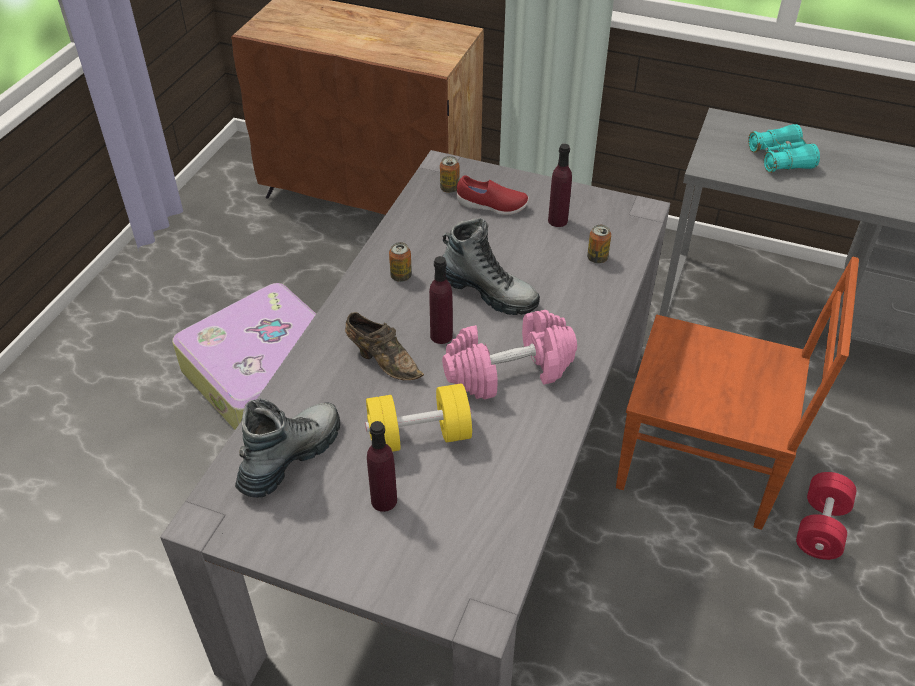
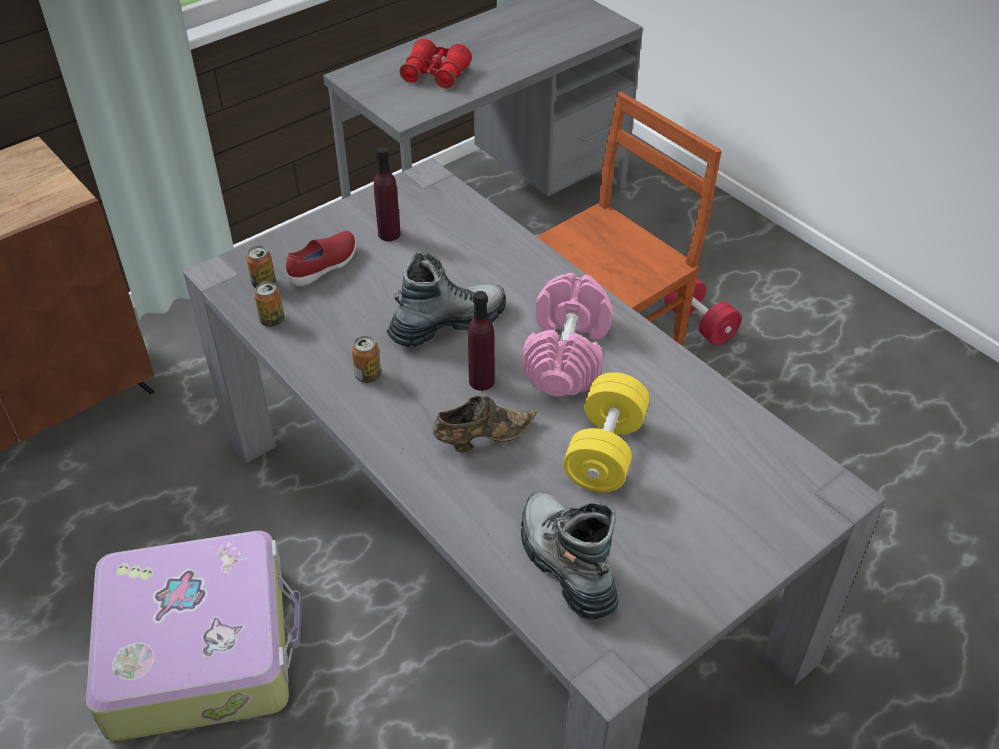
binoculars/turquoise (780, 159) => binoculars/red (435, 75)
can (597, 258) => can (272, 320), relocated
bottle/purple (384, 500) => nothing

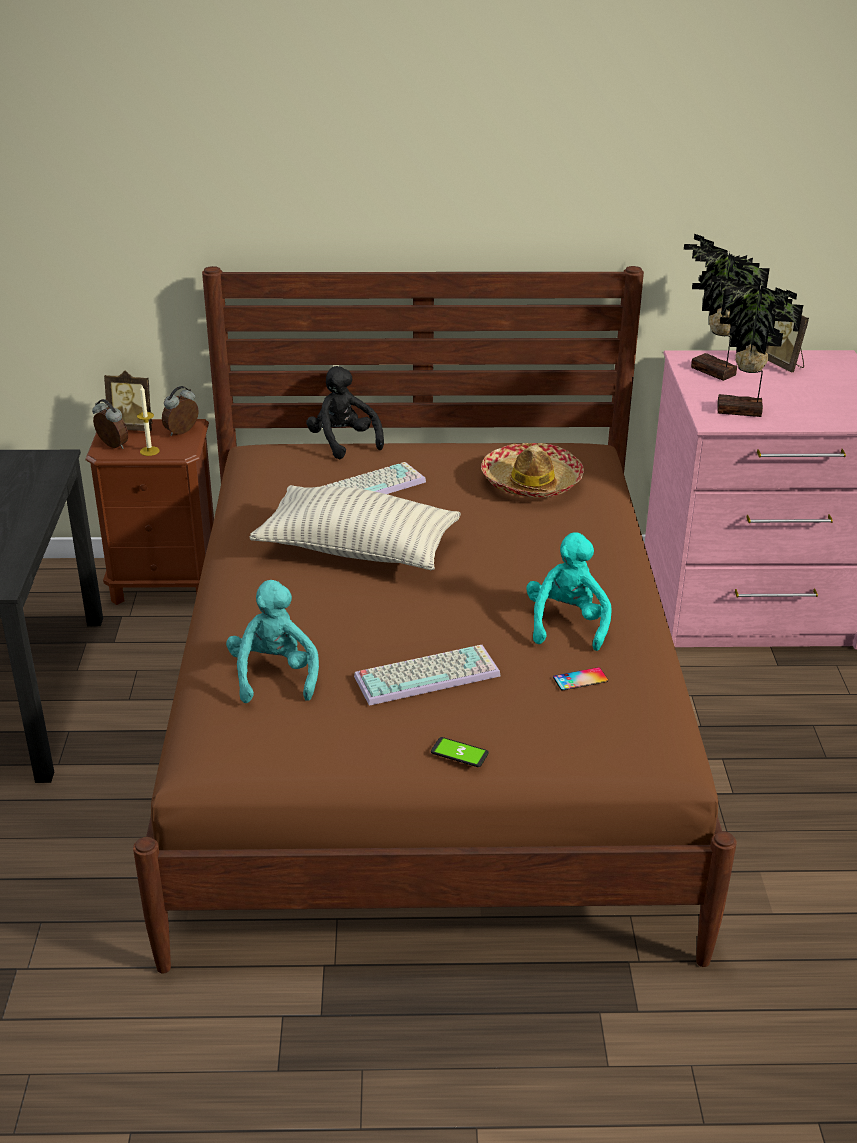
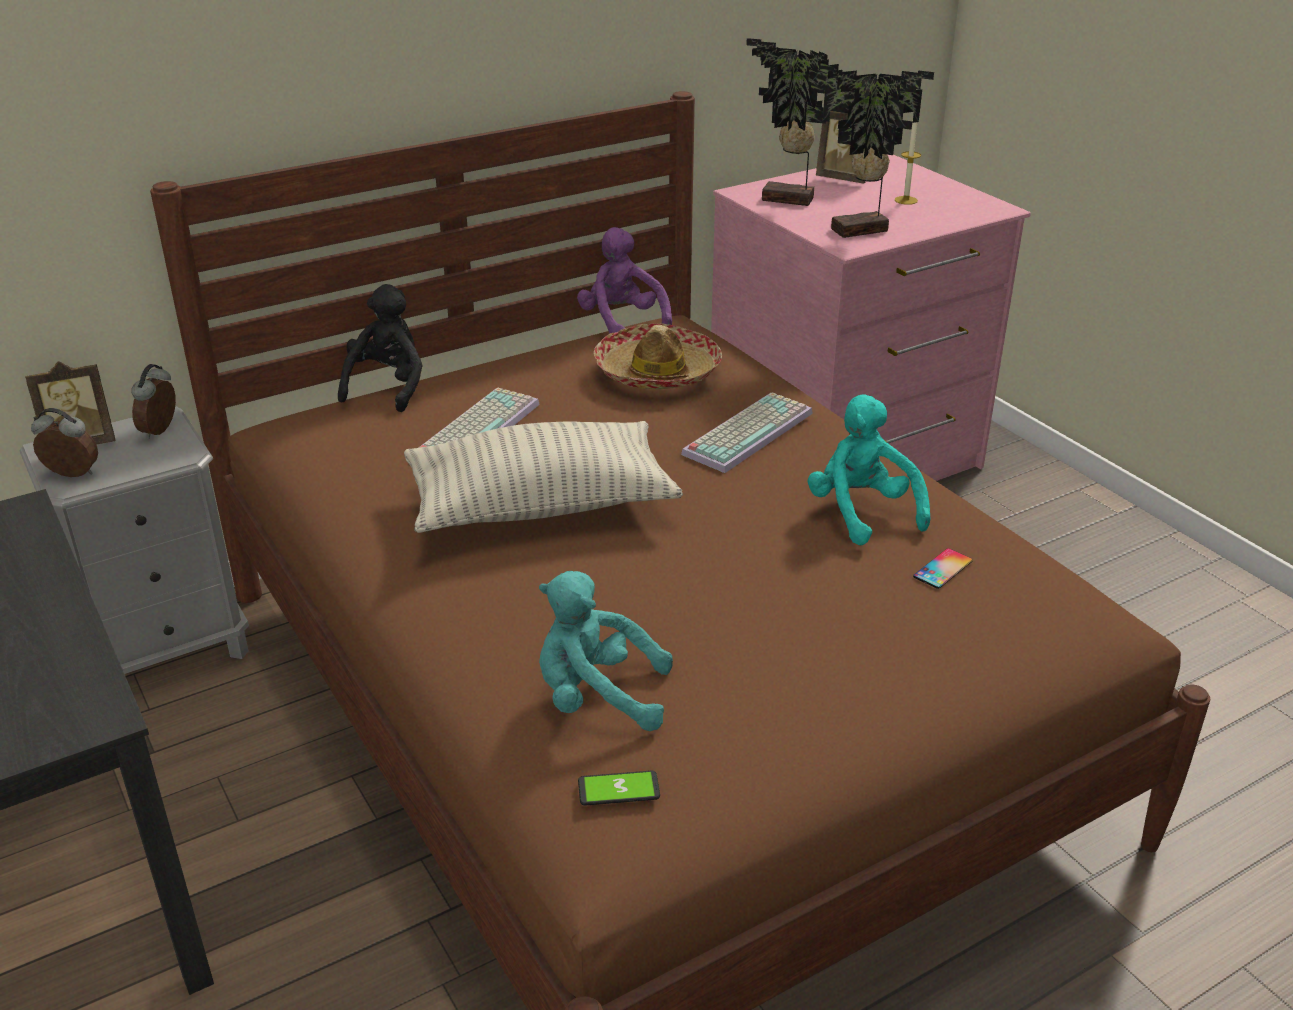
plush toy/black (343, 442) => plush toy/black (388, 387), 75 degrees clockwise
candle (149, 451) => candle (906, 200), relocated
nightstand/brown (165, 583) => nightstand/grey (167, 649)
plush toy/turquoise (274, 675) => plush toy/turquoise (597, 697), 45 degrees counterclockwise
keyboard (428, 674) => keyboard (747, 432), relocated
phone (459, 753) => phone (618, 789), relocated
nothing => plush toy/purple (622, 322)

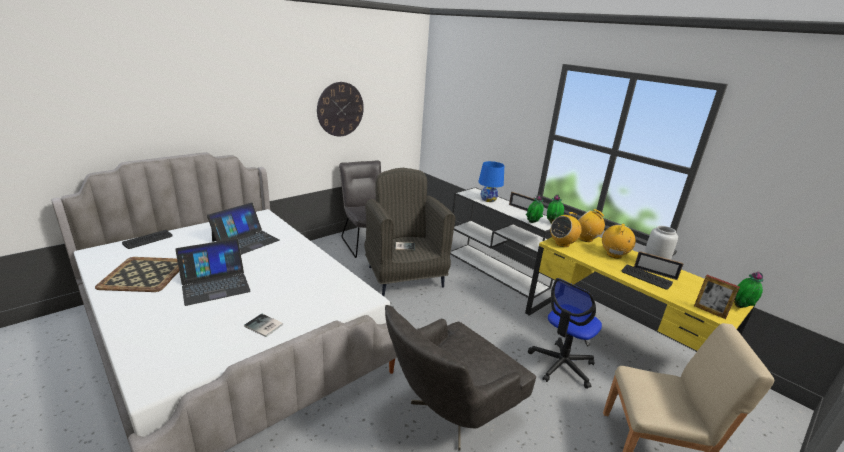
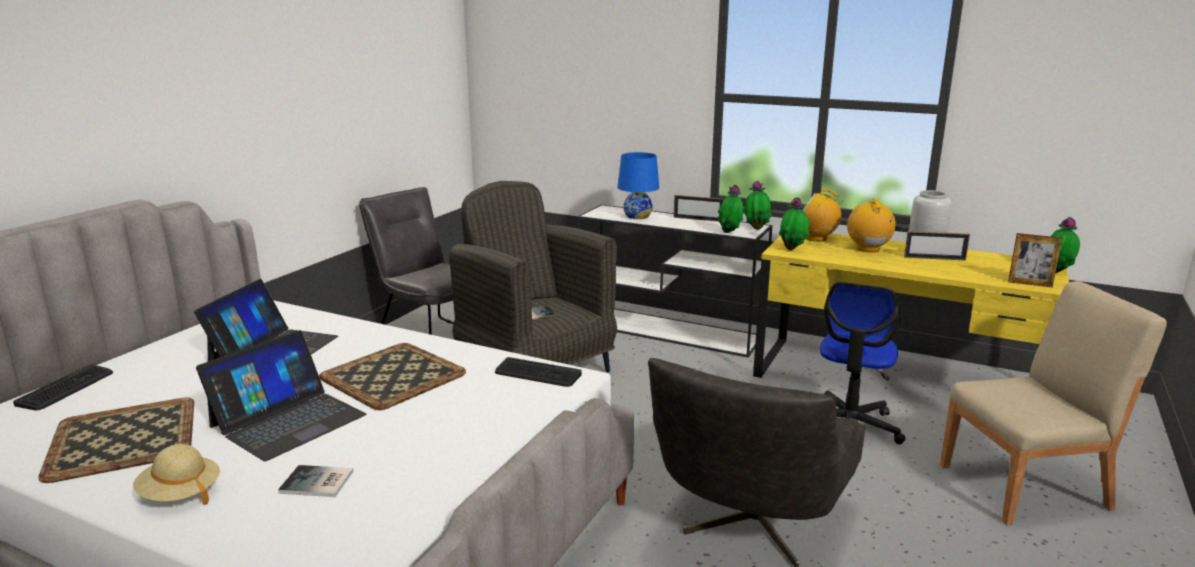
wall clock (340, 109) => nothing
radio (562, 243) => potted plant (792, 249)
keyboard (646, 277) => keyboard (537, 373), relocated
book (263, 326) => book (317, 483), relocated
nothing => tray (394, 376)
nothing => hat/beige (180, 494)

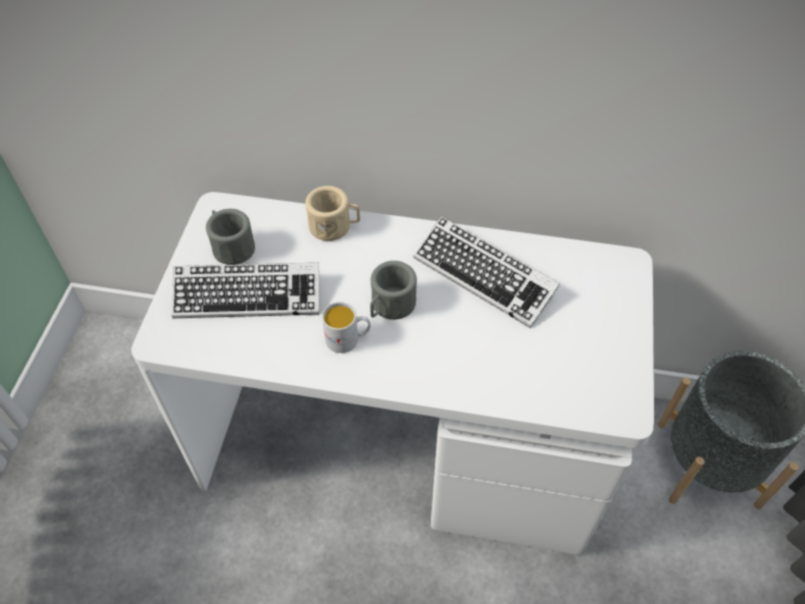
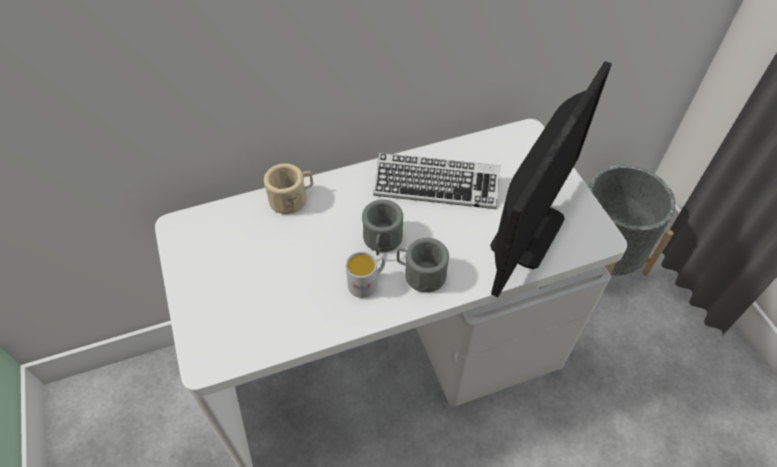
mug/grey (231, 246) => mug/grey (420, 274), relocated
keyboard (248, 296) => nothing
nothing => monitor (527, 232)

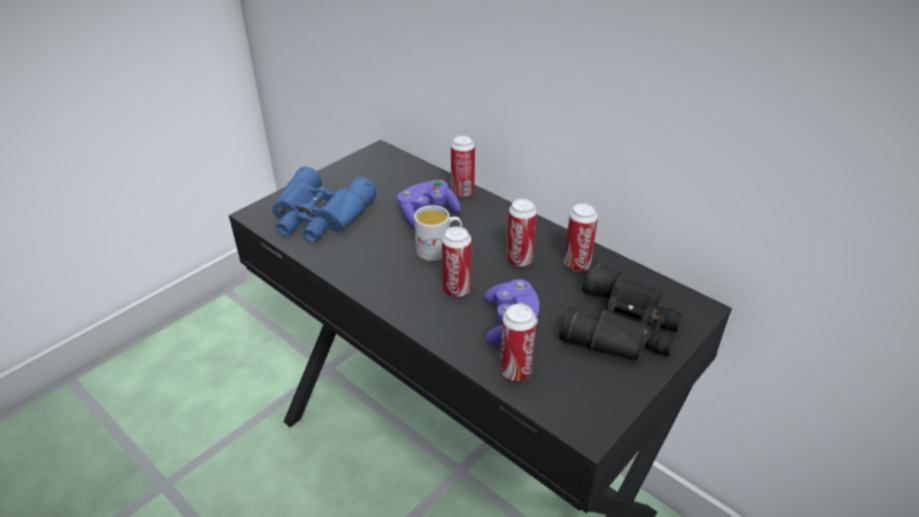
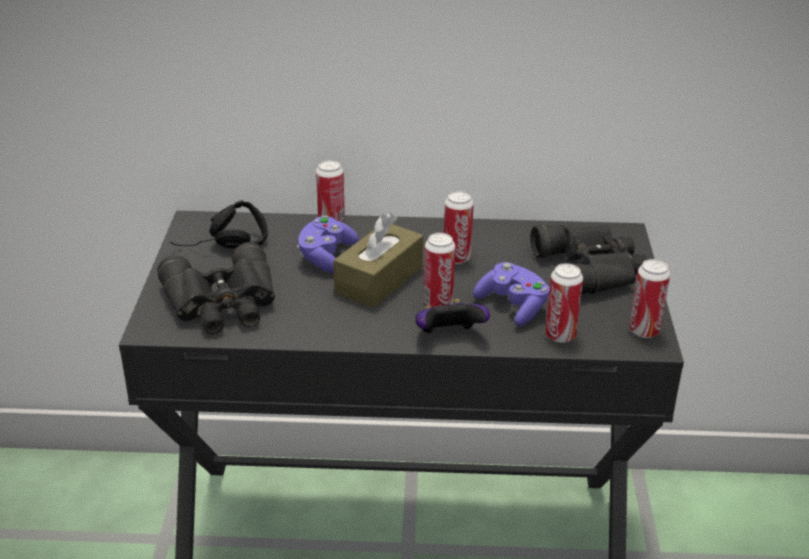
binoculars/blue (319, 217) => binoculars/black (223, 303)
can (576, 265) => can (644, 331), relocated
mug/white (439, 250) => tissue box/brown (379, 280)
nothing => headphones/black (223, 248)
nothing => game controller (449, 336)

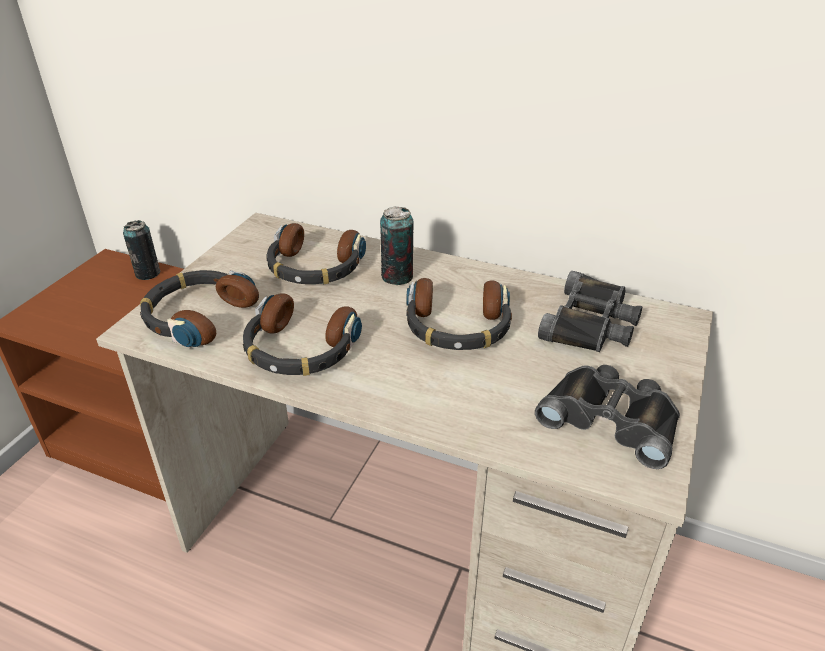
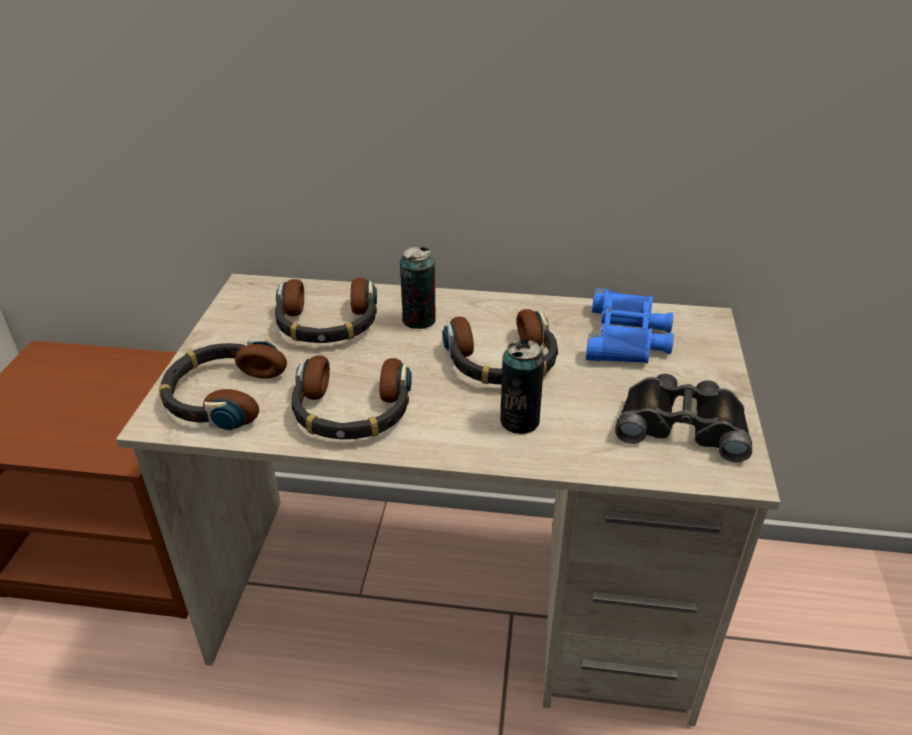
can (147, 273) => can (519, 421), relocated
binoculars/black (591, 323) => binoculars/blue (627, 337)

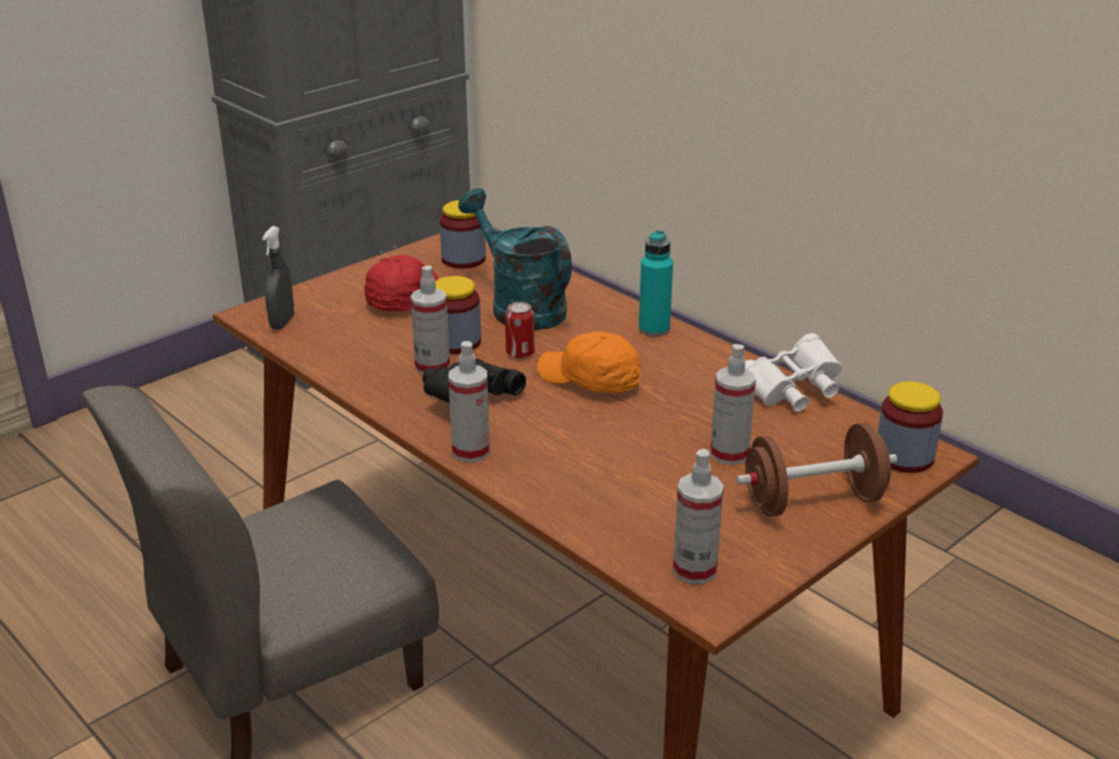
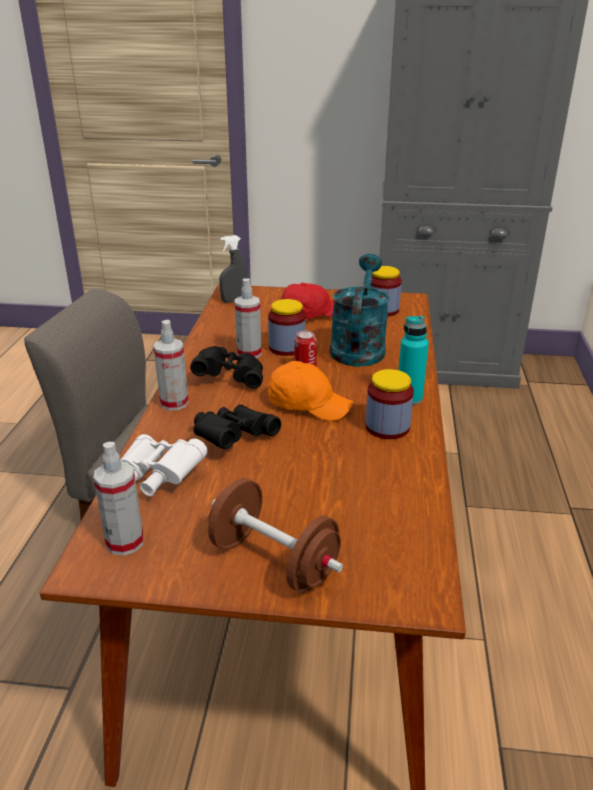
cap/orange (590, 380) => cap/orange (308, 404), 120 degrees clockwise
binoculars/white (792, 392) => binoculars/white (156, 478), relocated
spray bottle (729, 454) => nothing
jar (904, 457) => jar (387, 427), relocated
nothing => binoculars/black (233, 438)

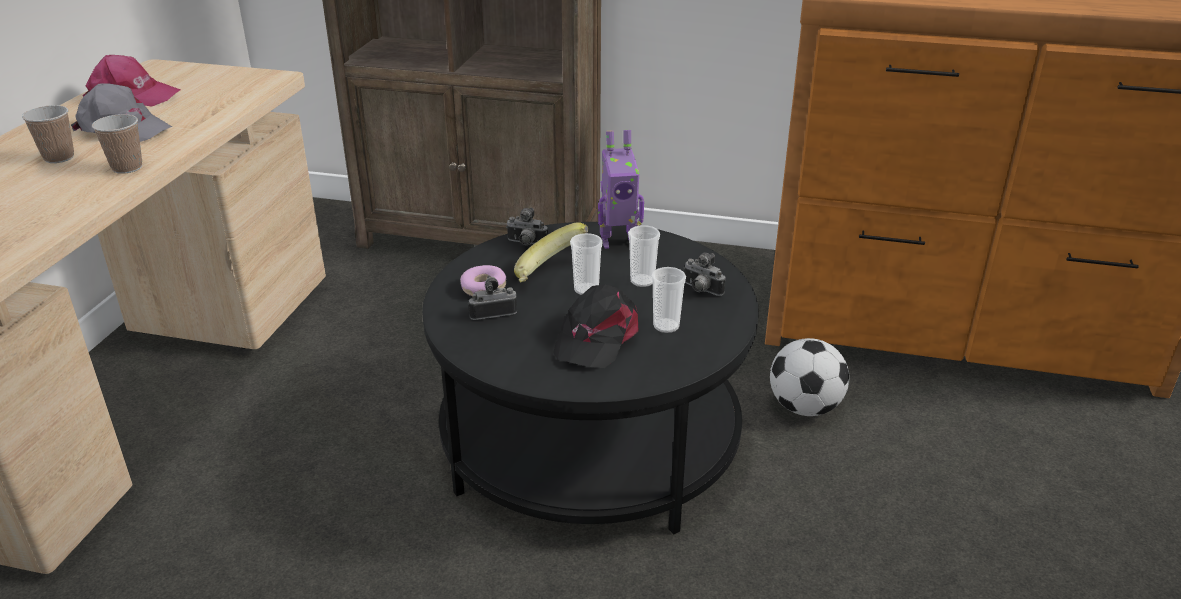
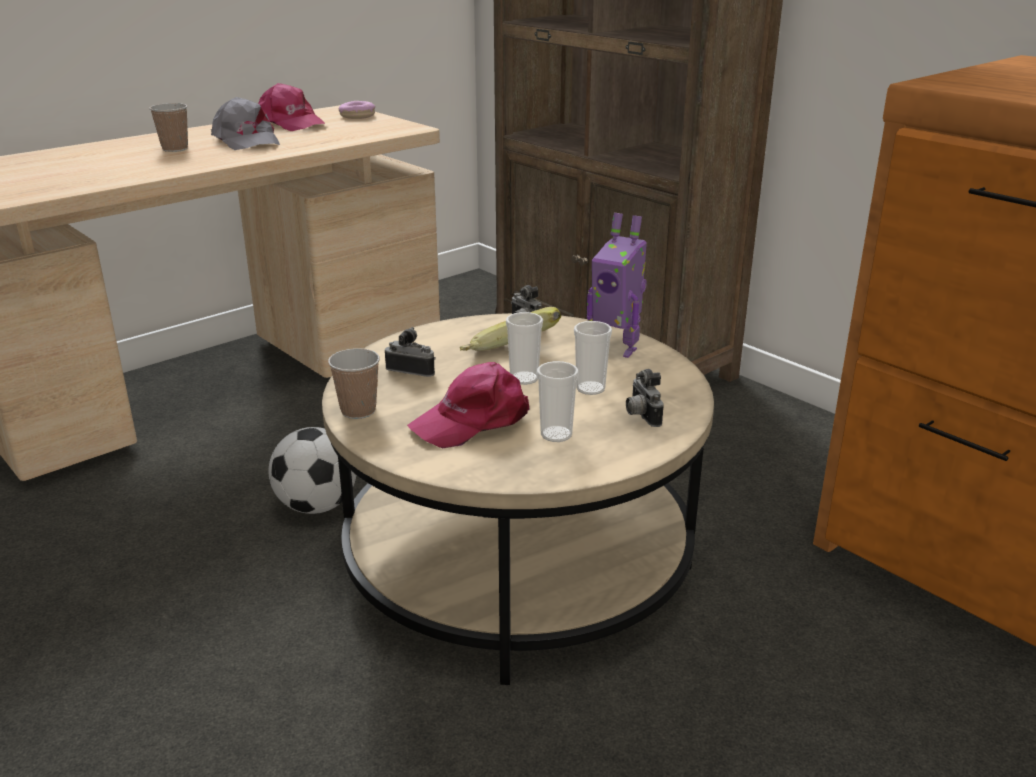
cup (127, 167) => cup (358, 411), relocated
coffee table/black (590, 440) => coffee table/beige (518, 560)
donut (483, 288) => donut (357, 116), relocated
cap/black (596, 337) => cap/pink (473, 420)
football (804, 407) => football (317, 506), relocated

